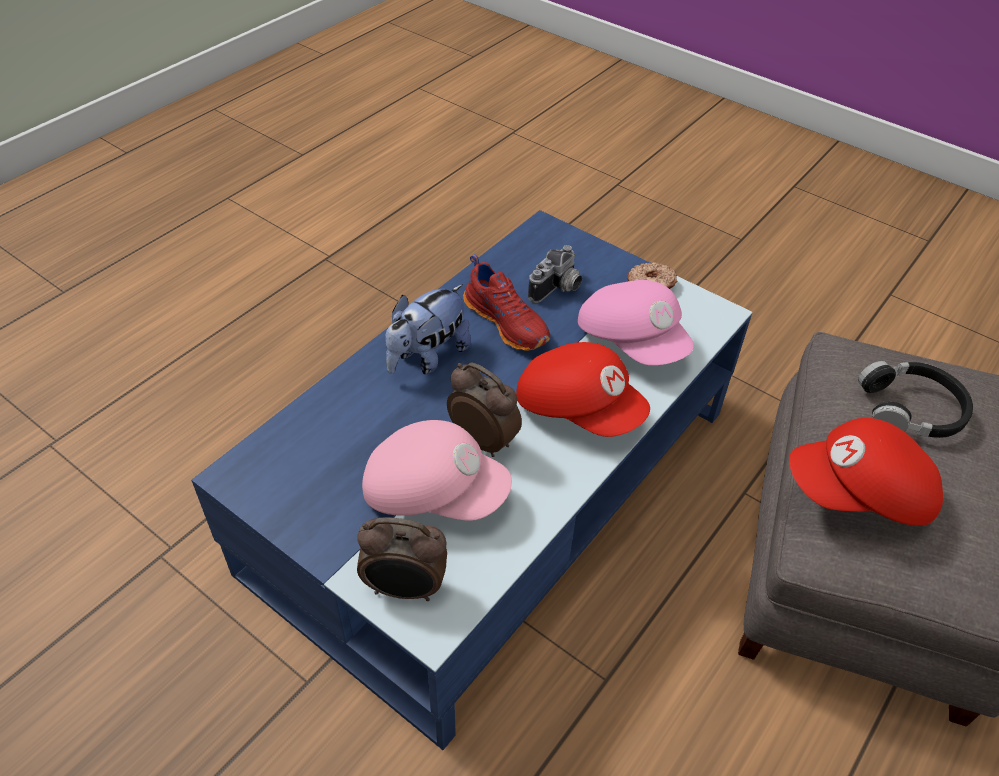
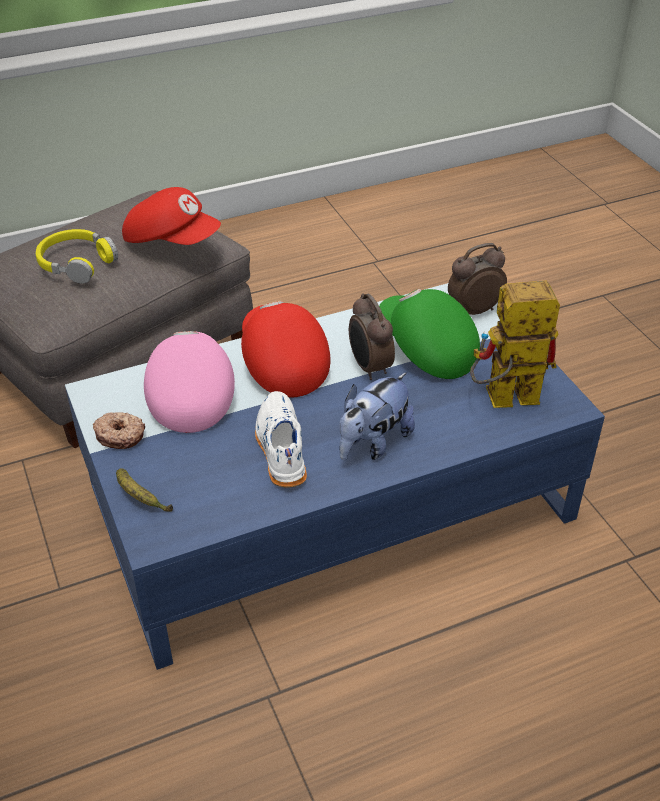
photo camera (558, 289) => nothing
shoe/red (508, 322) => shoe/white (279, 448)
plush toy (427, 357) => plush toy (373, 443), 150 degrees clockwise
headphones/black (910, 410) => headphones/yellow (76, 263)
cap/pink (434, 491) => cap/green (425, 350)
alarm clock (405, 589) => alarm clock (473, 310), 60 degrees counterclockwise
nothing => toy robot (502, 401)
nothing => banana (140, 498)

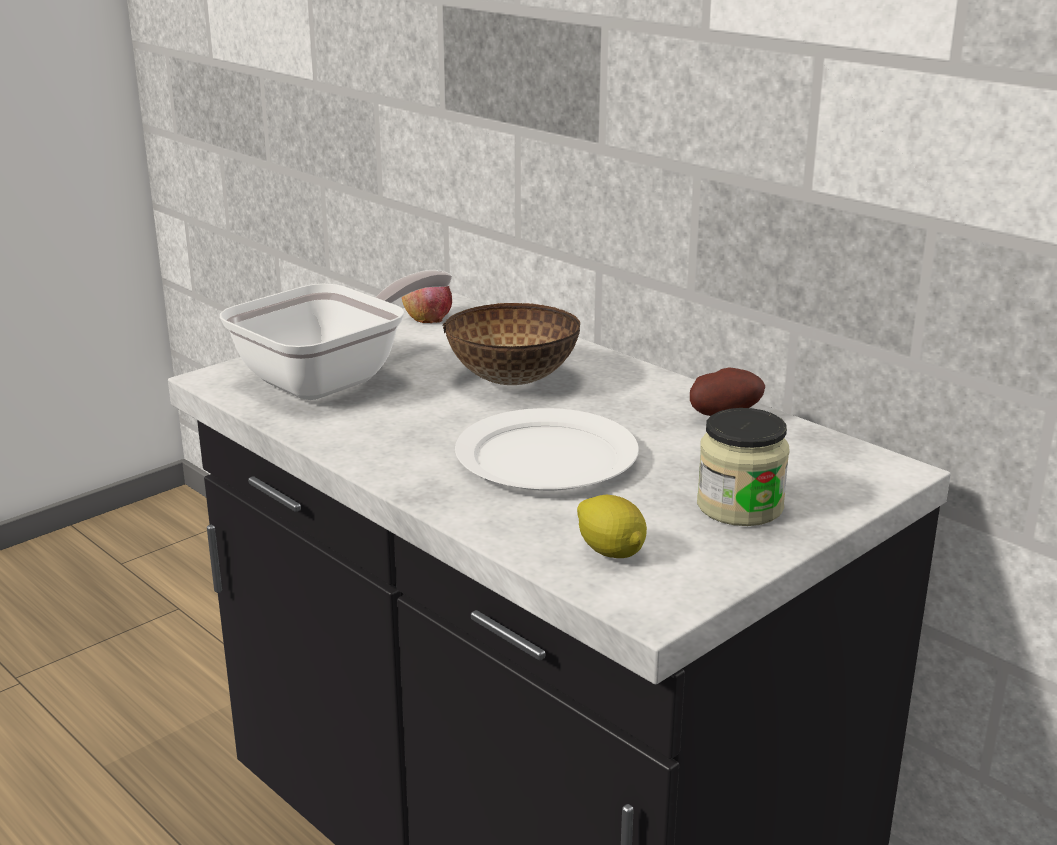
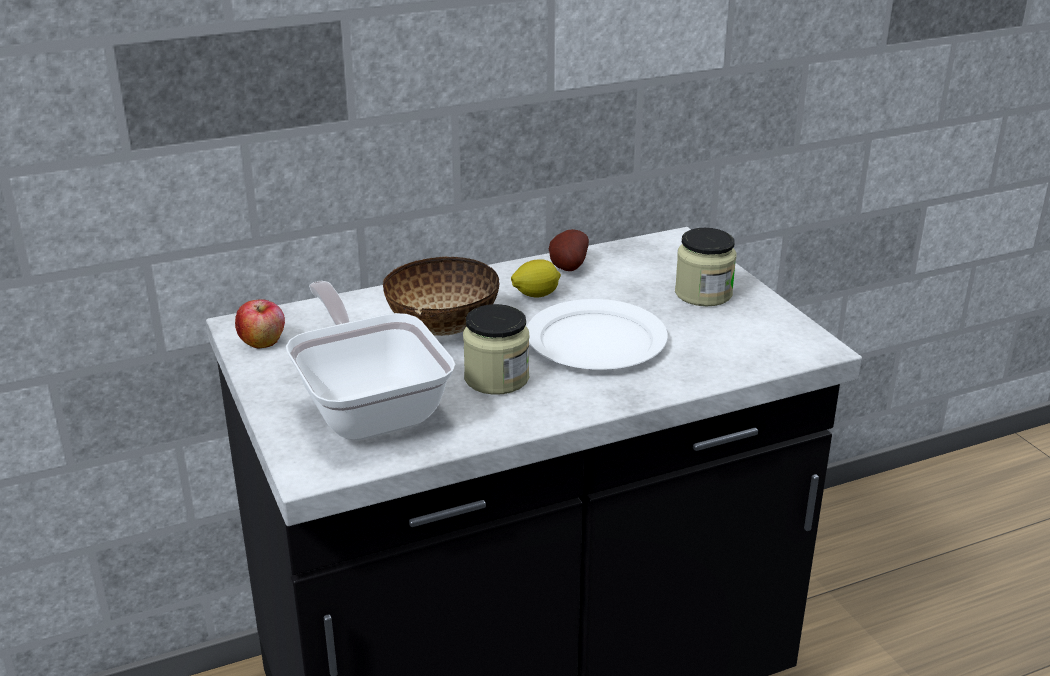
lemon (611, 552) => lemon (535, 295), relocated
nothing => jar (496, 378)

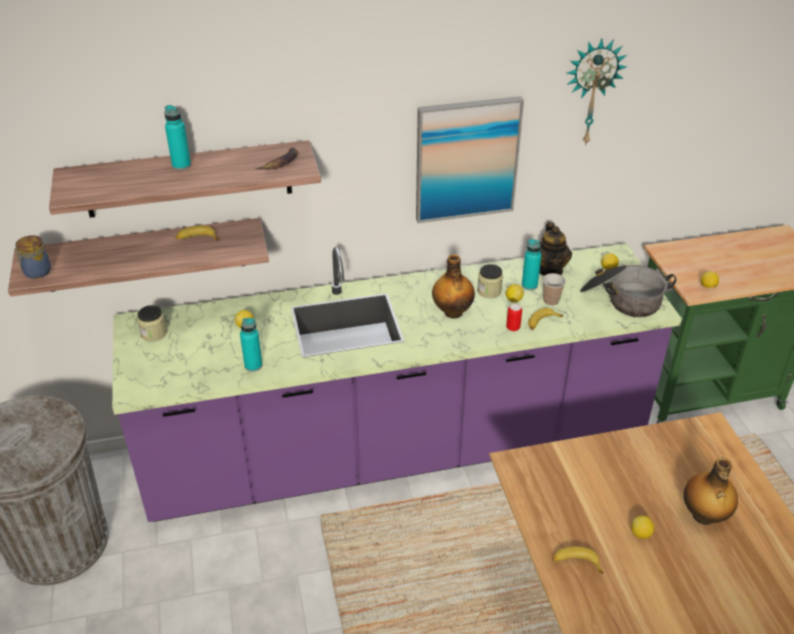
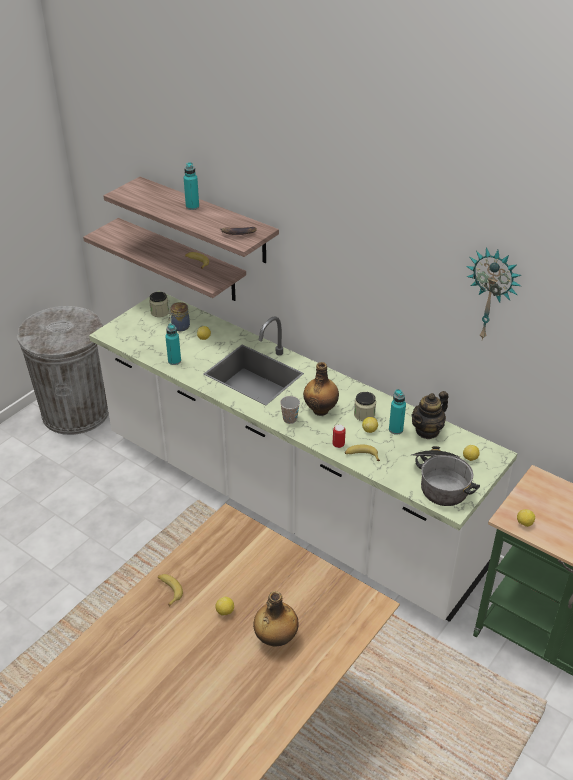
picture (466, 159) => nothing
jar (36, 272) => jar (180, 327), relocated
counter/purple (397, 452) => counter/white (286, 502)
cup (551, 301) => cup (290, 419), relocated

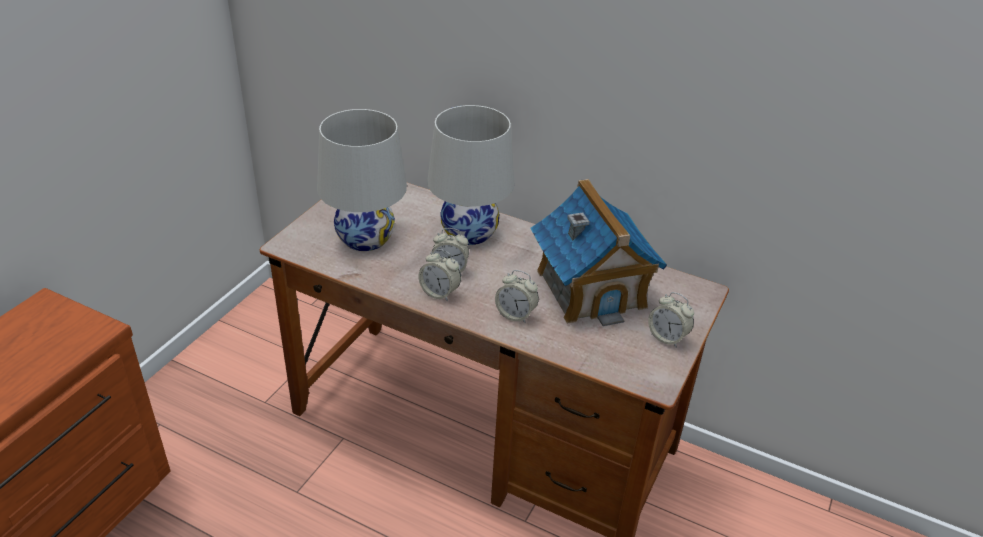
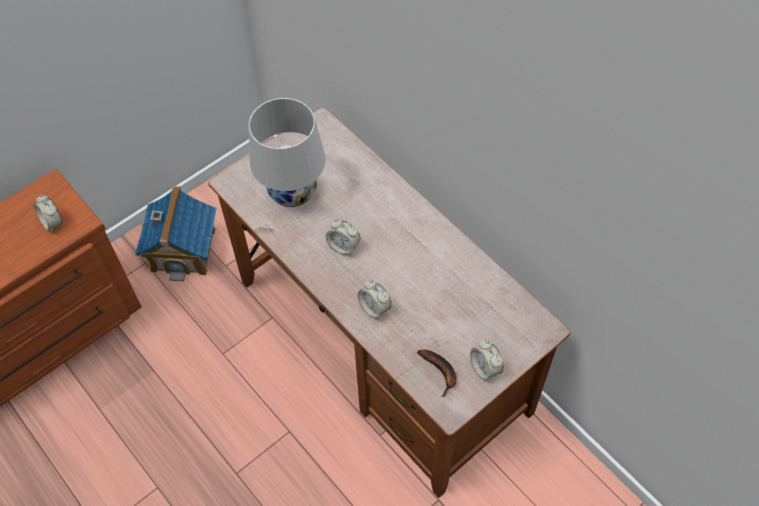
table lamp/white (469, 232) => nothing
toy house (591, 288) => toy house (183, 249), relocated
alarm clock (439, 293) => alarm clock (53, 222), relocated
nothing => banana (441, 372)

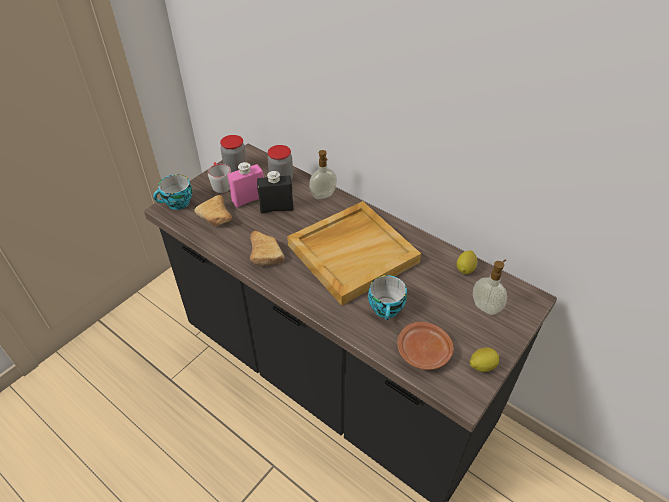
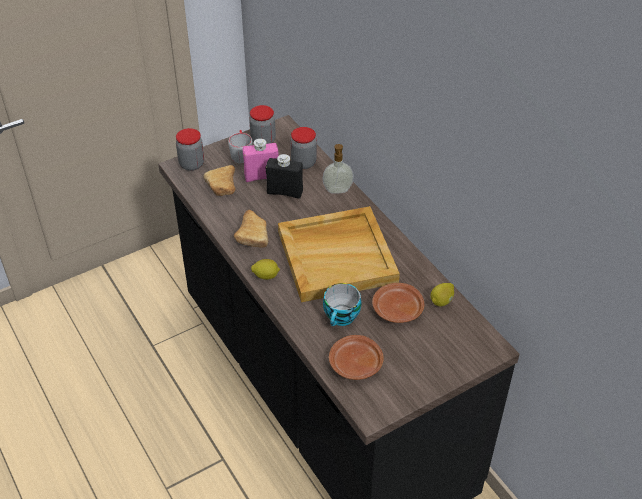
cup (177, 204) => jar (191, 164)
soap dispenser (486, 307) => nothing
lemon (482, 366) => lemon (266, 276), relocated
nothing => plate/brown (397, 310)

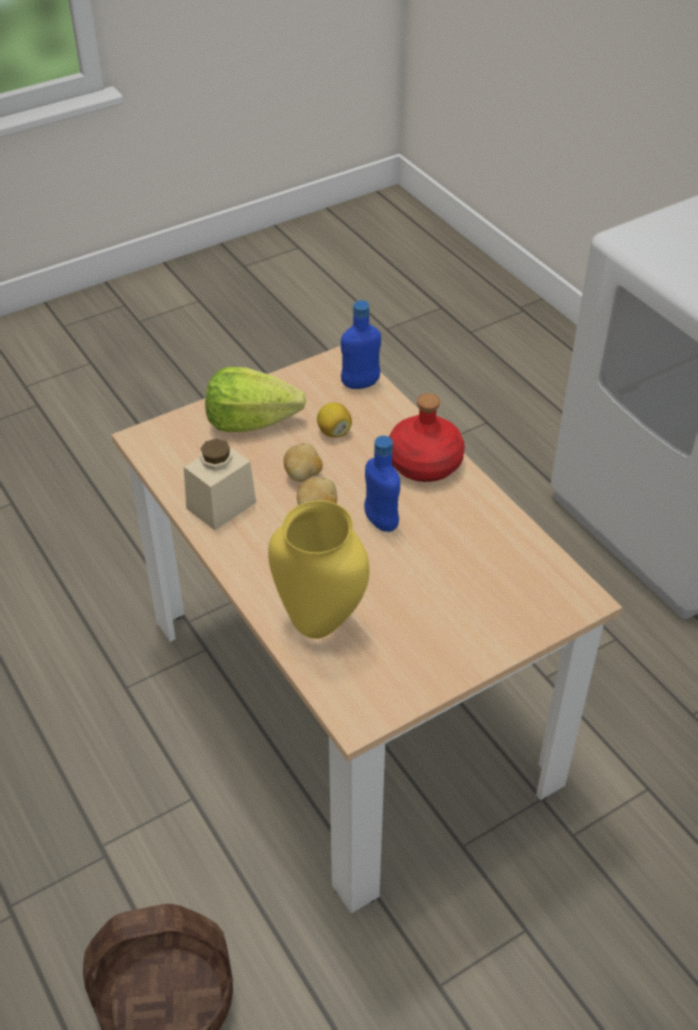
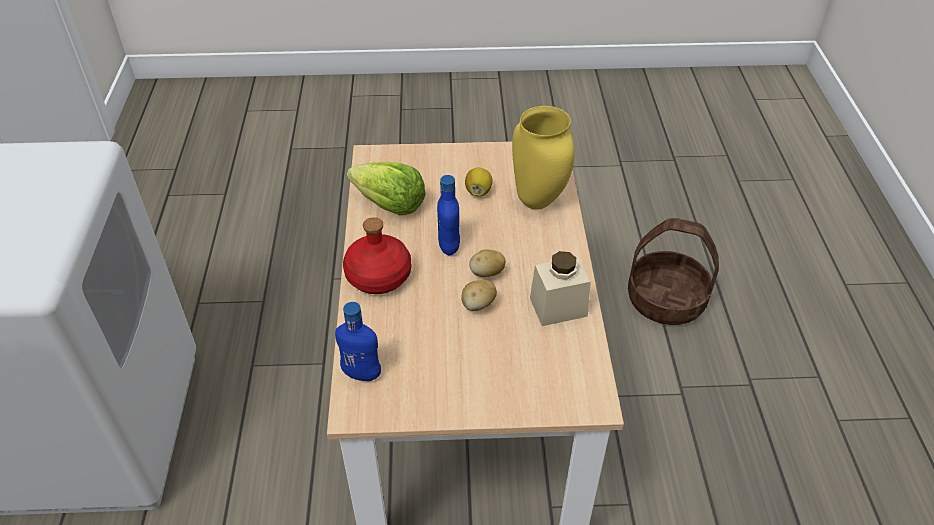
lettuce (251, 421) => lettuce (389, 205), relocated
lemon (334, 432) => lemon (478, 191), relocated

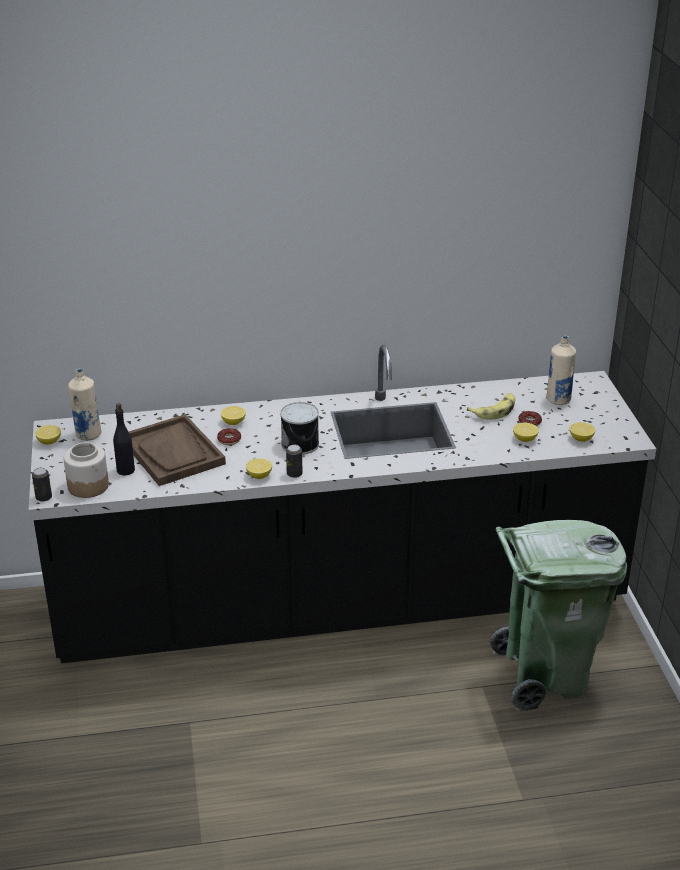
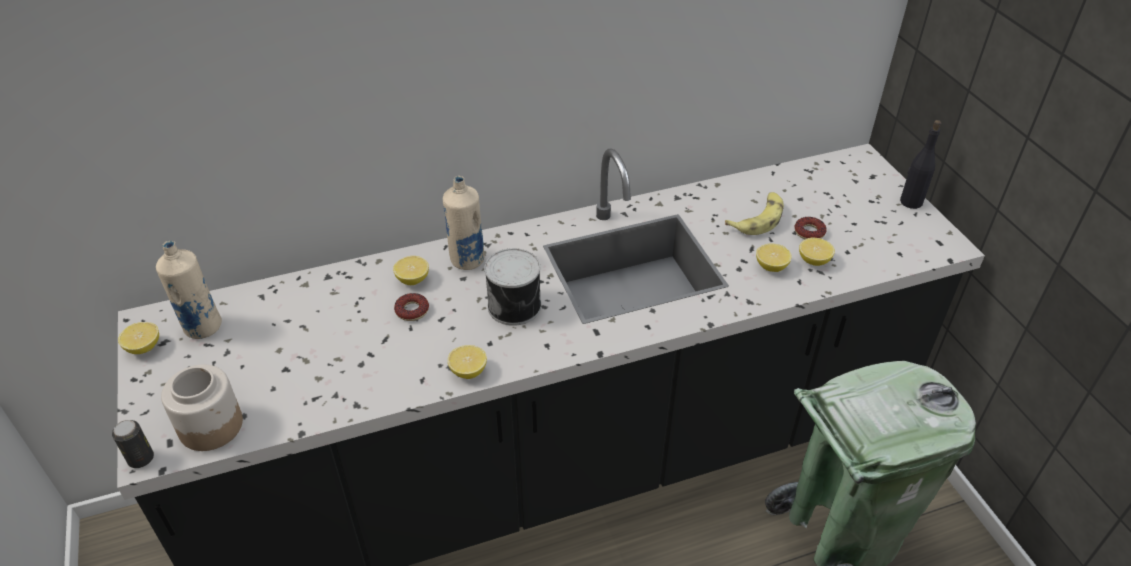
bottle/beige (558, 400) => bottle/beige (467, 260), relocated
bottle/black (125, 470) => bottle/black (910, 202), relocated
tray/brown (173, 452) => nothing
lemon (581, 439) => lemon (771, 267), relocated
can (294, 474) => nothing

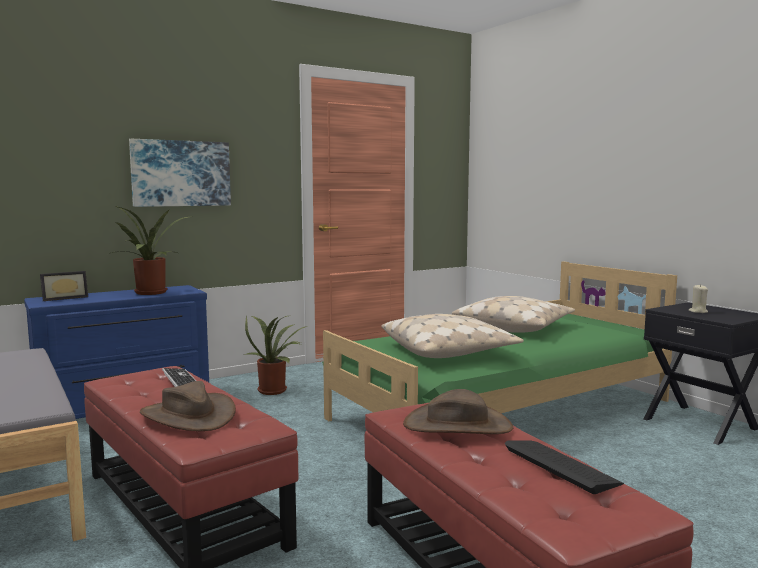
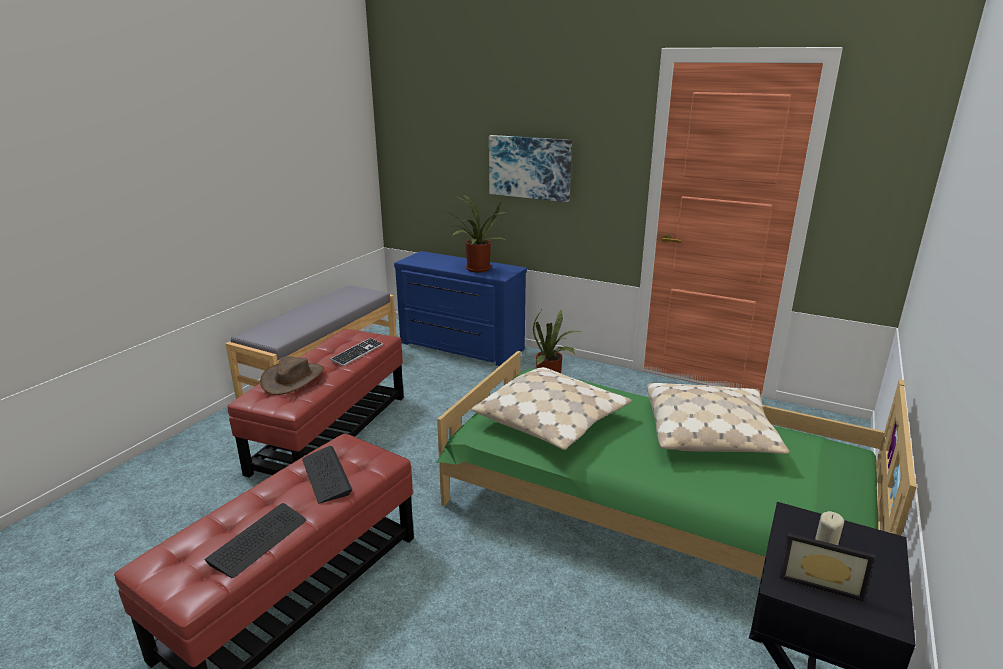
picture frame (64, 298) => picture frame (820, 580), relocated
hat/brown (457, 425) => keyboard (326, 476)

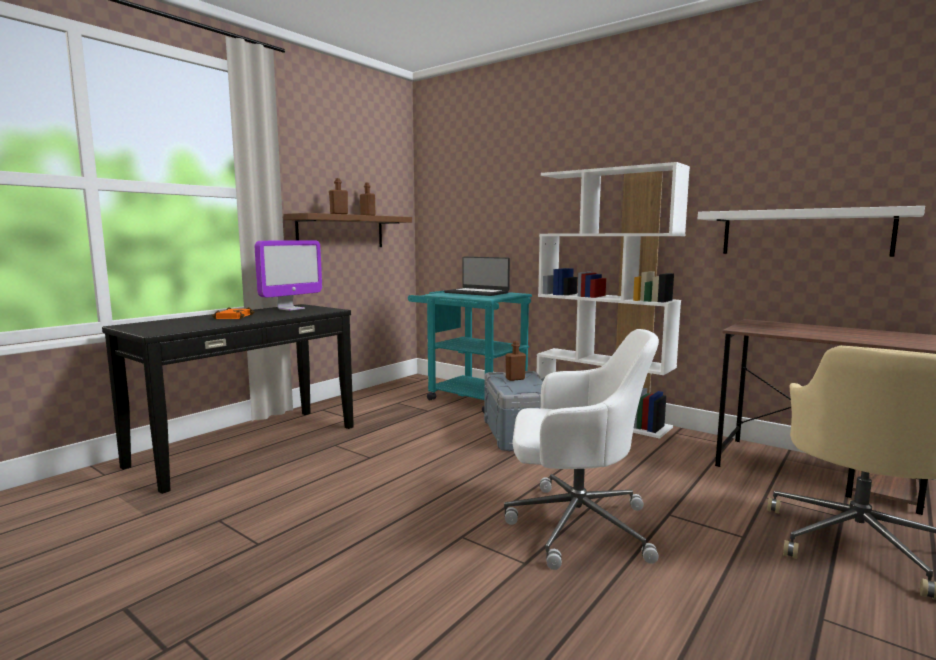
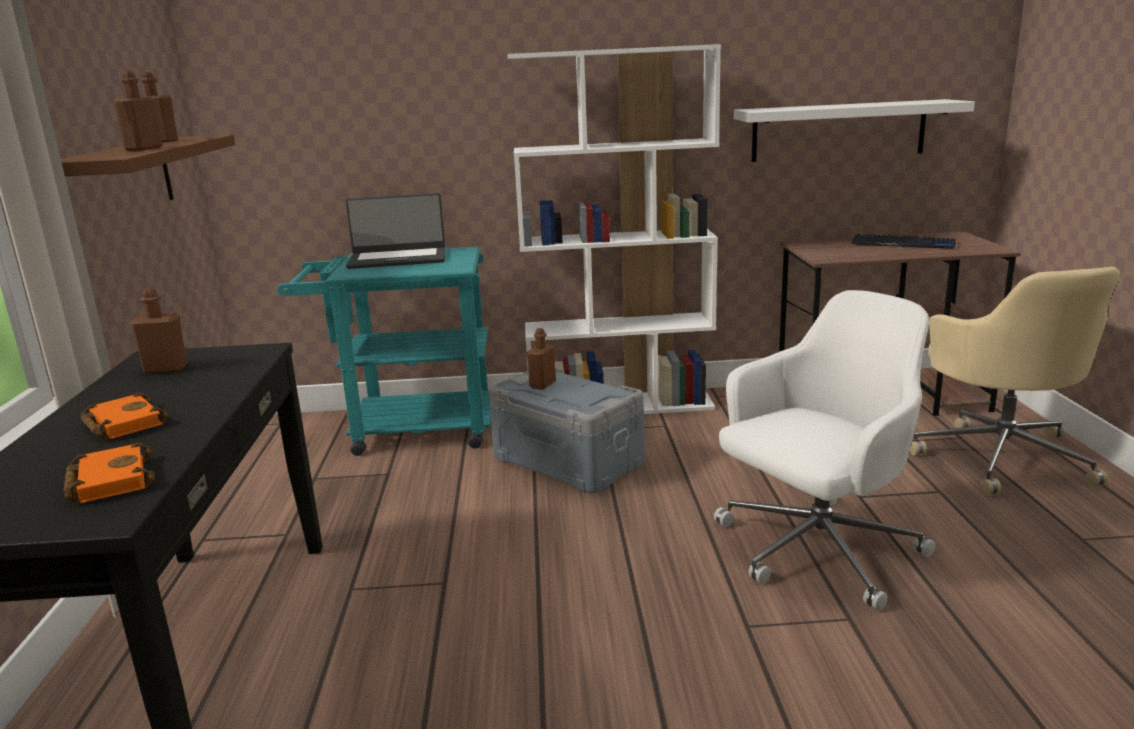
monitor (291, 309) => bottle/brown (166, 369)
nothing => keyboard (903, 244)
nothing => book/orange (108, 480)

